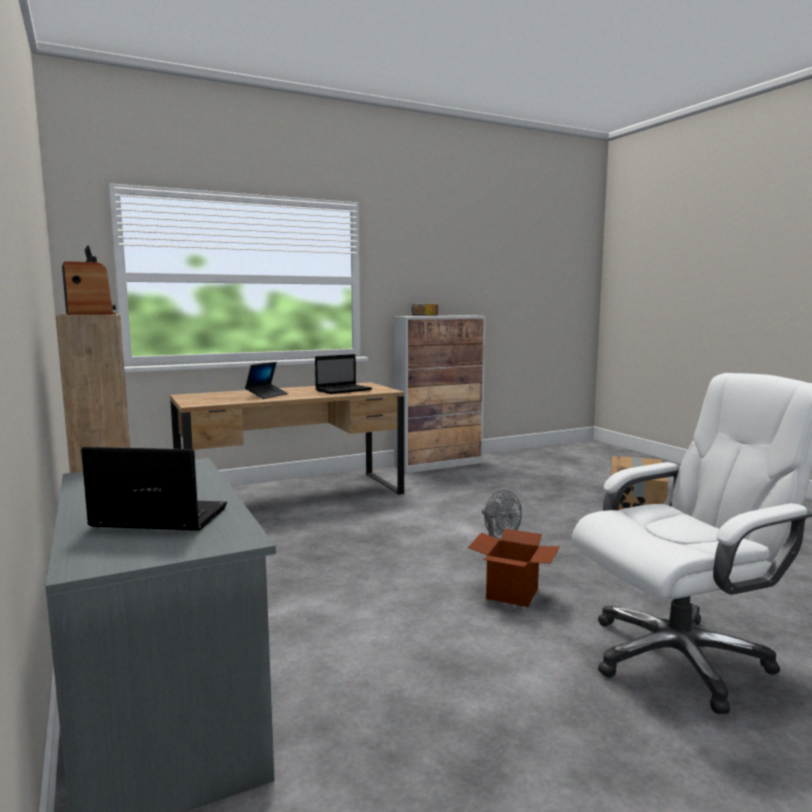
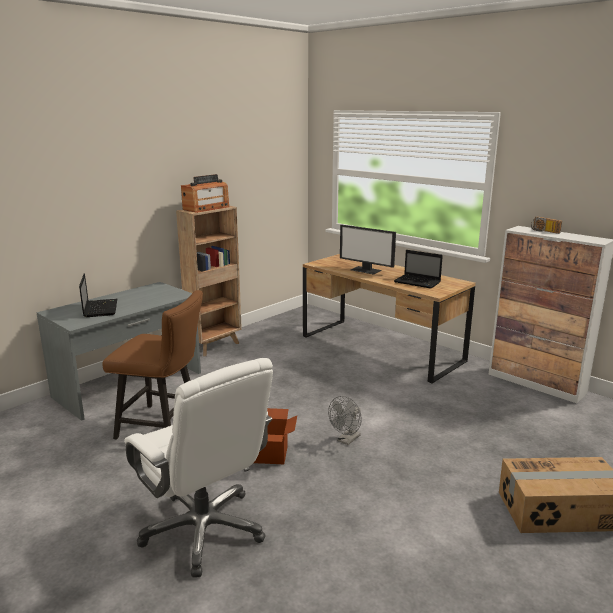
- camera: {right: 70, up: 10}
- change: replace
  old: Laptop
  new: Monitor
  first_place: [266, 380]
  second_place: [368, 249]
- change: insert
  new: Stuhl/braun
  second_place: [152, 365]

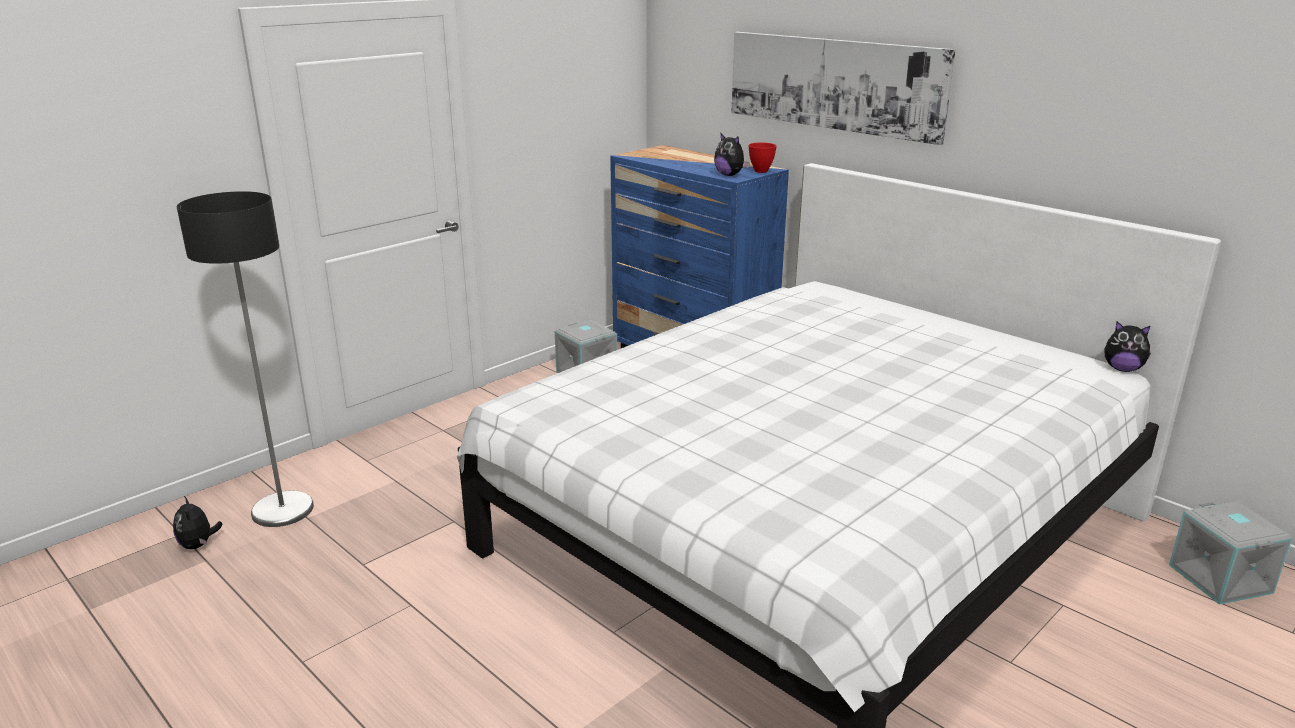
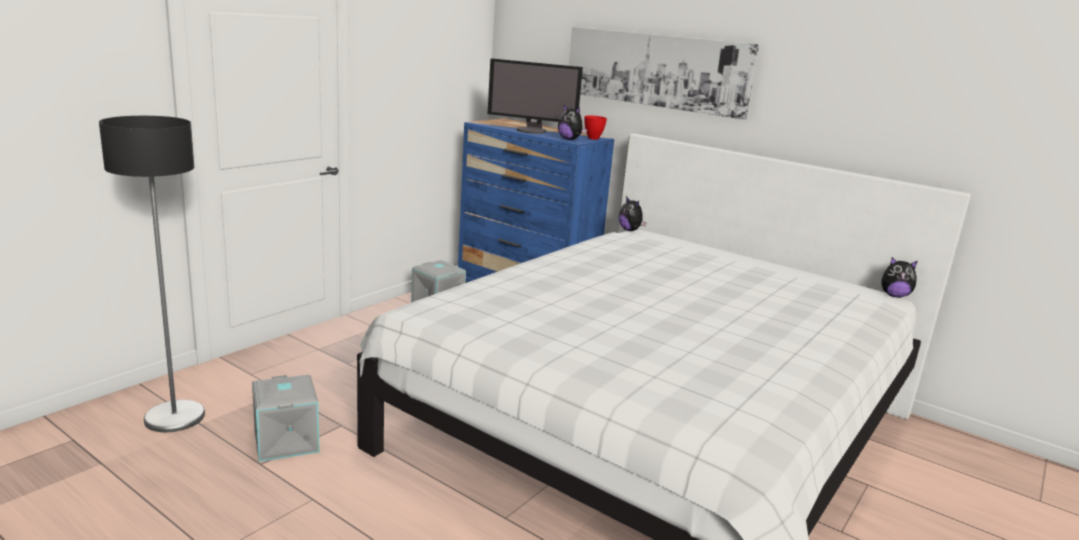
- camera: {right: -10, up: -5}
- change: move
  old: Plüschtier
  first_place: [197, 522]
  second_place: [633, 213]
- change: move
  old: Aufbewahrungsbox/grau
  first_place: [1231, 553]
  second_place: [286, 418]
- change: insert
  new: Monitor
  second_place: [535, 96]

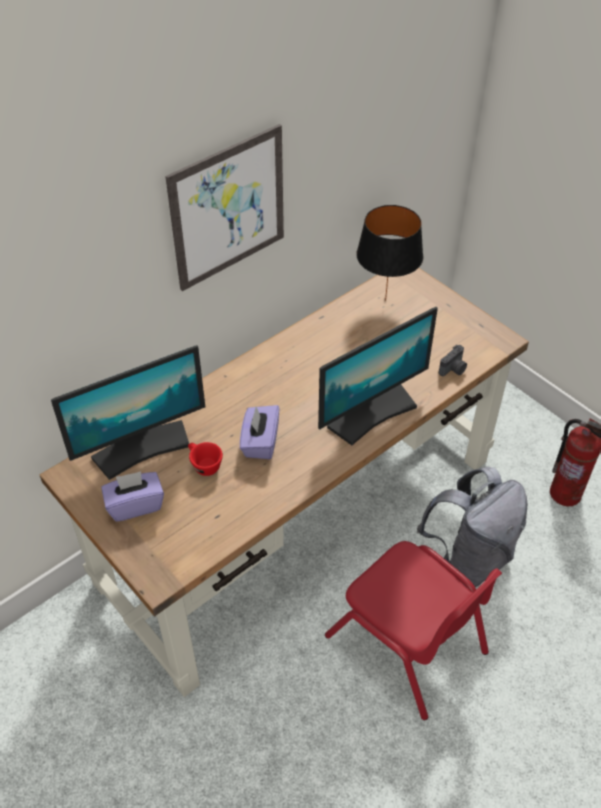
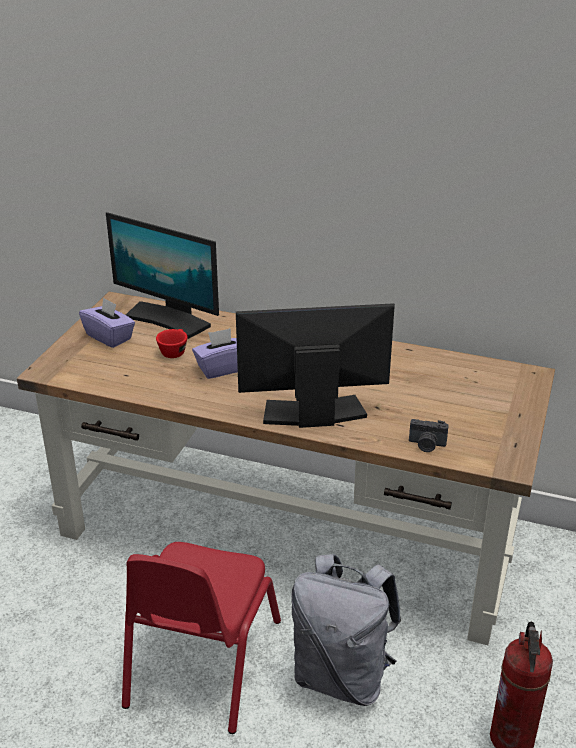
- camera: {right: 60, up: -15}
- change: delete
  old: Bild
  first_place: [224, 207]
- change: rotate
  old: Monitor
  first_place: [378, 376]
  second_place: [315, 365]
  degrees: 150
- change: delete
  old: Tischlampe/schwarz
  first_place: [389, 253]

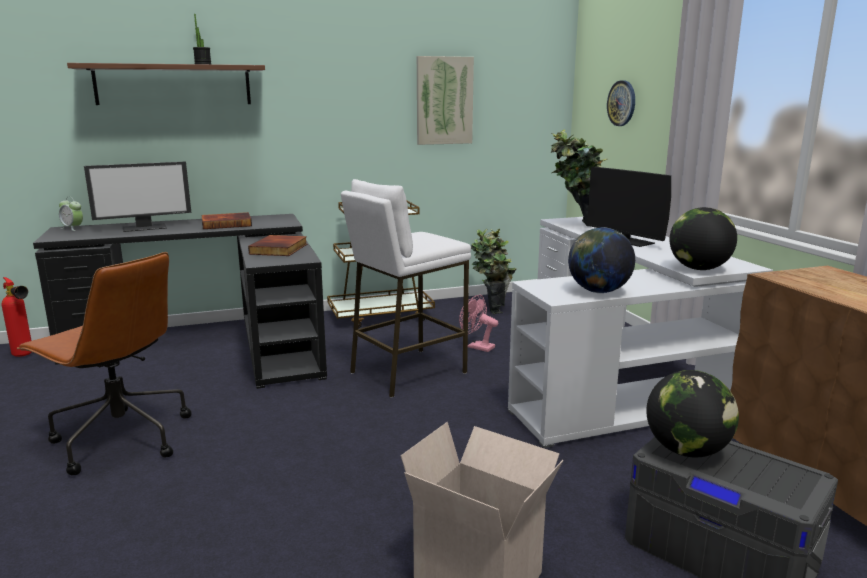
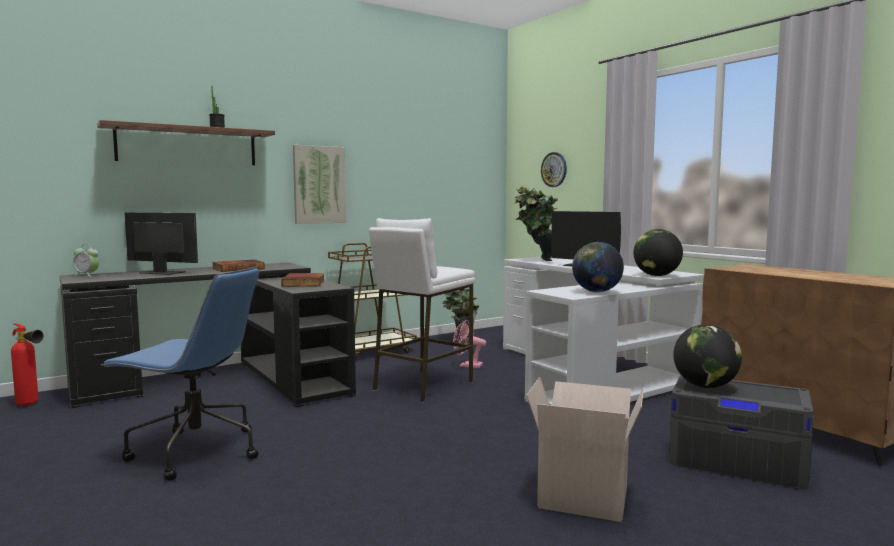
- camera: {right: -15, up: -10}
- change: recolor
  old: Bürostuhl/braun
  new: Bürostuhl/blau
  first_place: [104, 363]
  second_place: [180, 373]
- change: rotate
  old: Monitor
  first_place: [137, 196]
  second_place: [161, 243]
  degrees: -120
- change: move
  old: Bild
  first_place: [445, 100]
  second_place: [319, 184]

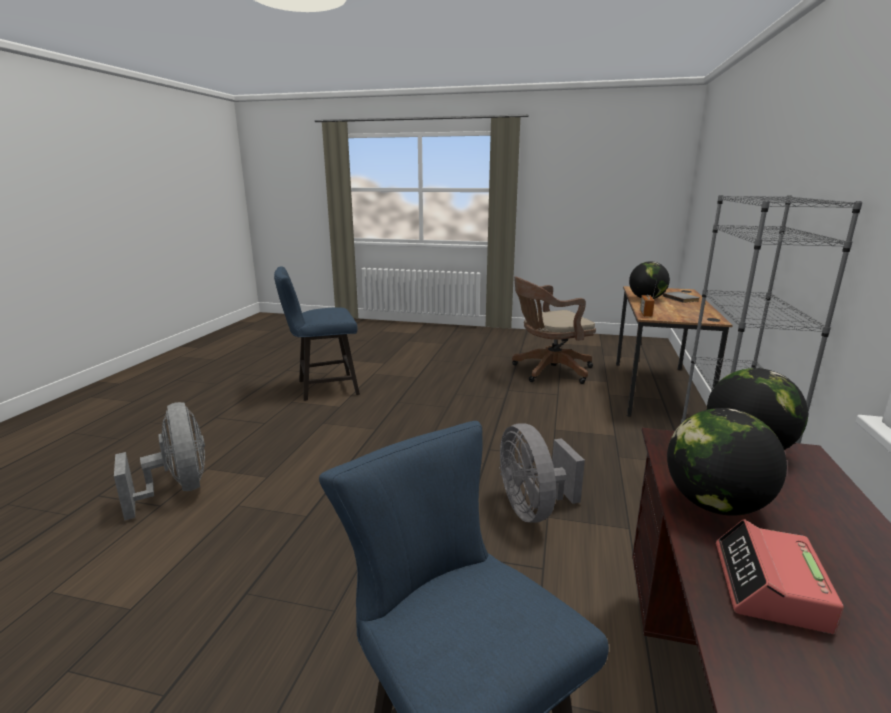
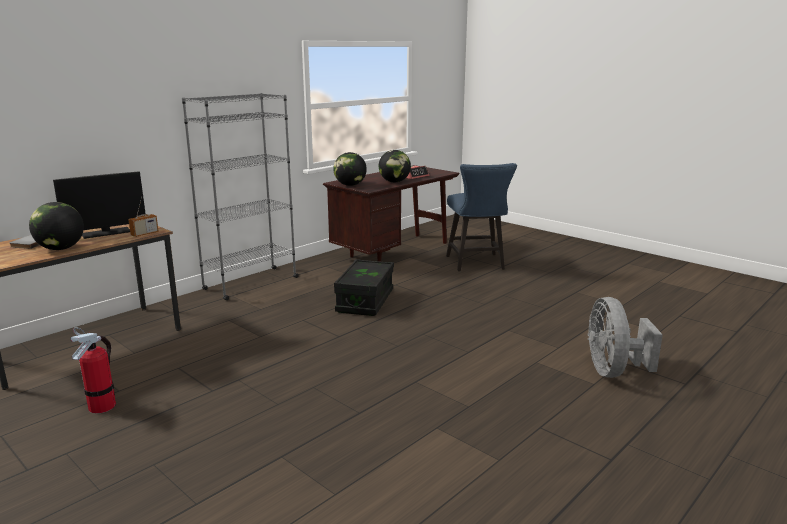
- camera: {right: -150, up: 0}
- change: delete
  old: Stuhl/blau
  first_place: [317, 333]
- change: replace
  old: Ventilator/grau
  new: Aufbewahrungsbox/schwarz
  first_place: [542, 473]
  second_place: [364, 287]
- change: replace
  old: Bürostuhl/braun
  new: Feuerlöscher
  first_place: [554, 330]
  second_place: [93, 370]
- change: insert
  new: Monitor
  second_place: [99, 205]

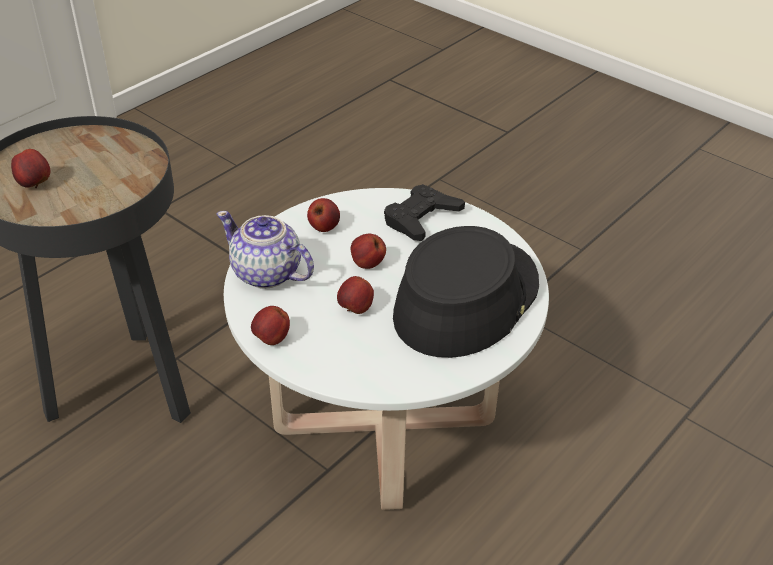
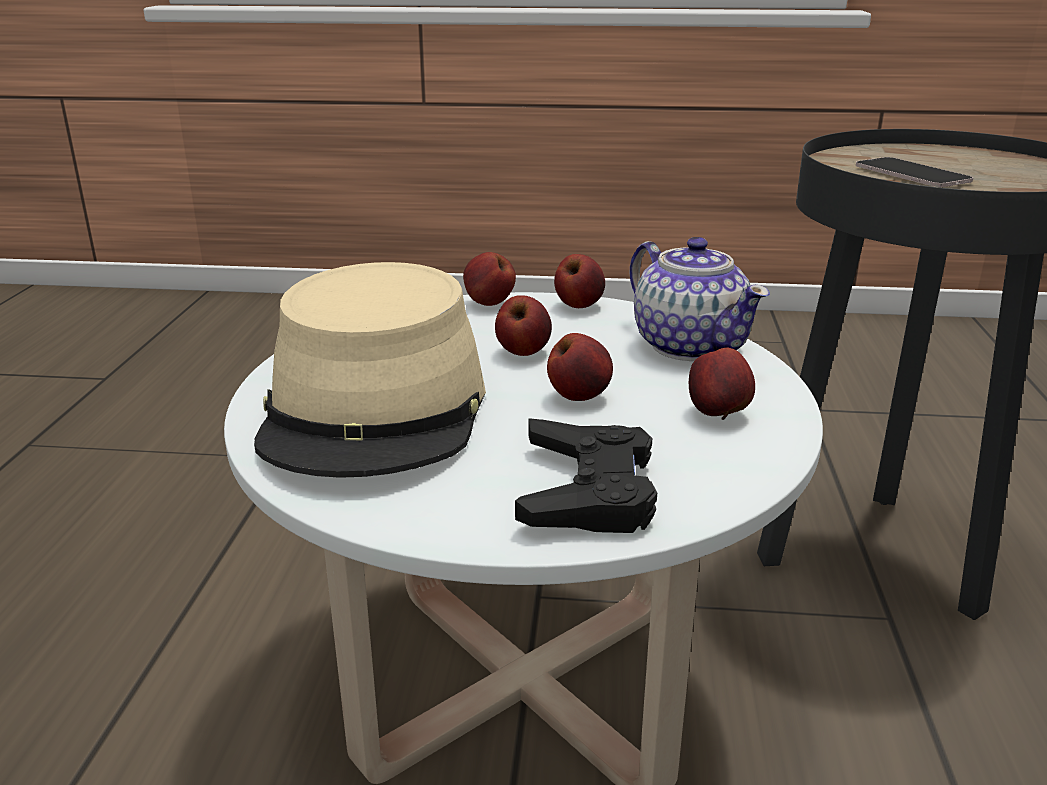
- camera: {right: 145, up: -15}
- change: move
  old: Apfel
  first_place: [31, 168]
  second_place: [489, 279]
- change: rotate
  old: Teekanne
  first_place: [265, 250]
  second_place: [699, 299]
  degrees: 60
- change: recolor
  old: Hut/schwarz
  new: Hut/beige
  first_place: [466, 292]
  second_place: [370, 370]
- change: insert
  new: Handy
  second_place: [914, 172]

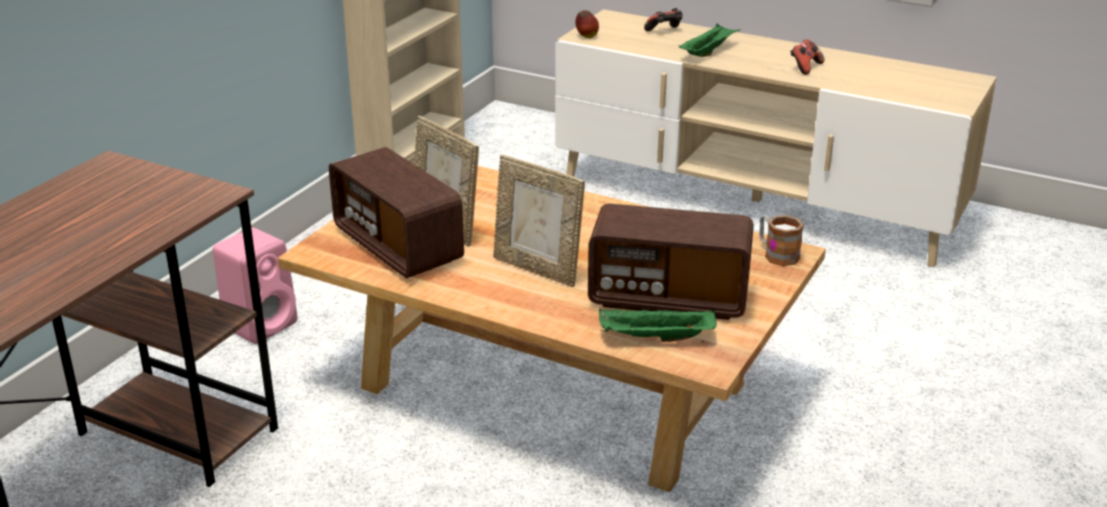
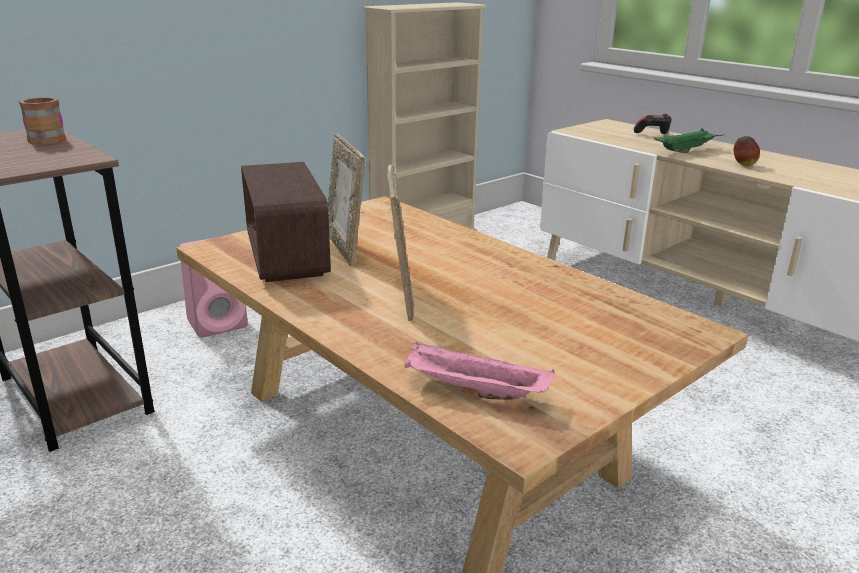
- camera: {right: 20, up: -5}
- change: rotate
  old: Bilderrahmen
  first_place: [539, 220]
  second_place: [400, 242]
  degrees: -150
- change: move
  old: Apfel
  first_place: [587, 24]
  second_place: [746, 151]
- change: delete
  old: Radio
  first_place: [671, 261]
- change: recolor
  old: Tablett/grün
  new: Tablett/rosa
  first_place: [658, 325]
  second_place: [479, 370]
- change: move
  old: Henkelbecher
  first_place: [781, 240]
  second_place: [42, 121]
- change: delete
  old: Gamepad
  first_place: [807, 57]

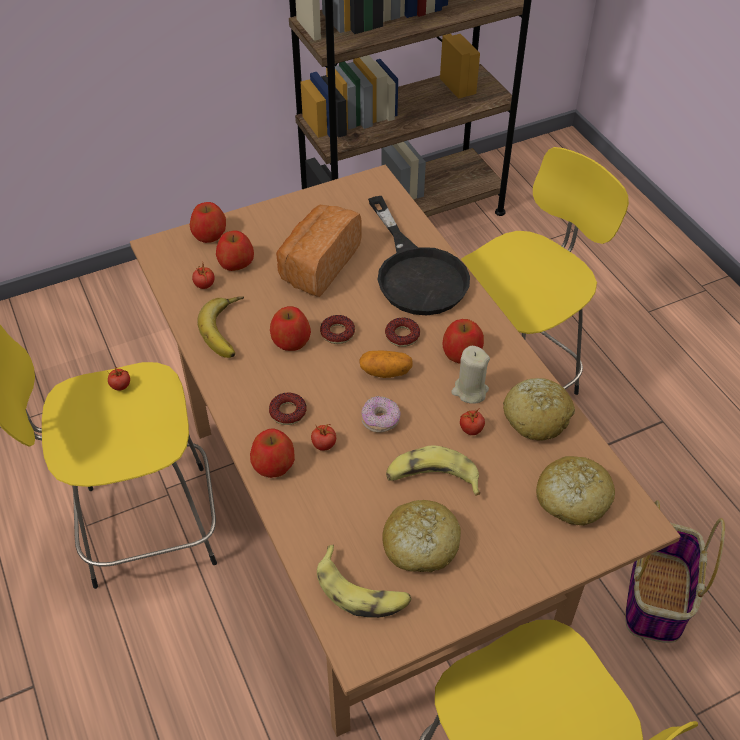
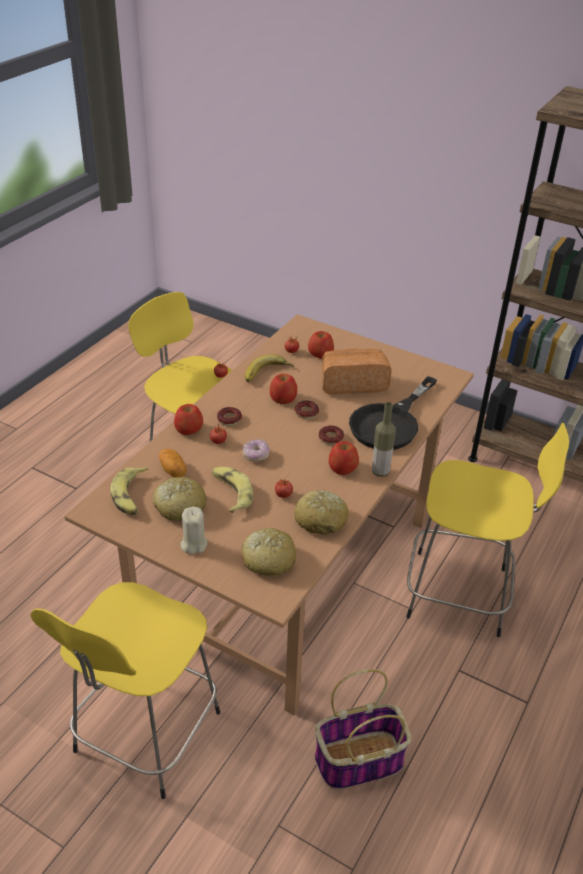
- camera: {right: 55, up: -10}
- change: delete
  old: Apfel
  first_place: [208, 222]
- change: move
  old: Kartoffel
  first_place: [385, 364]
  second_place: [173, 463]
- change: move
  old: Kerze/beige
  first_place: [470, 375]
  second_place: [193, 530]
- change: insert
  new: Flasche
  second_place: [384, 439]

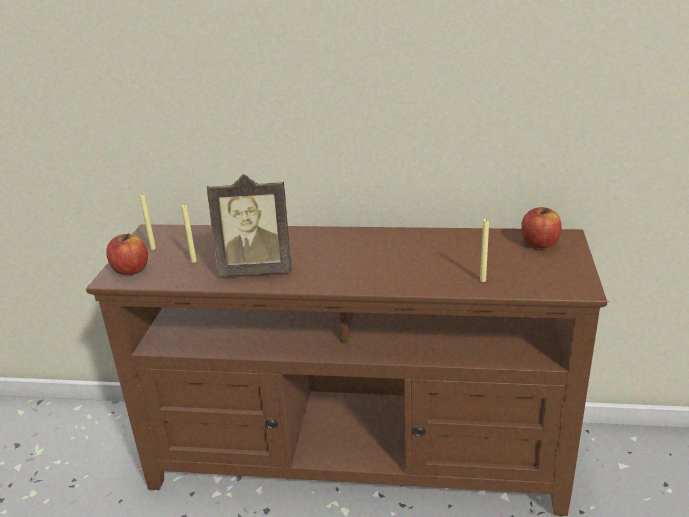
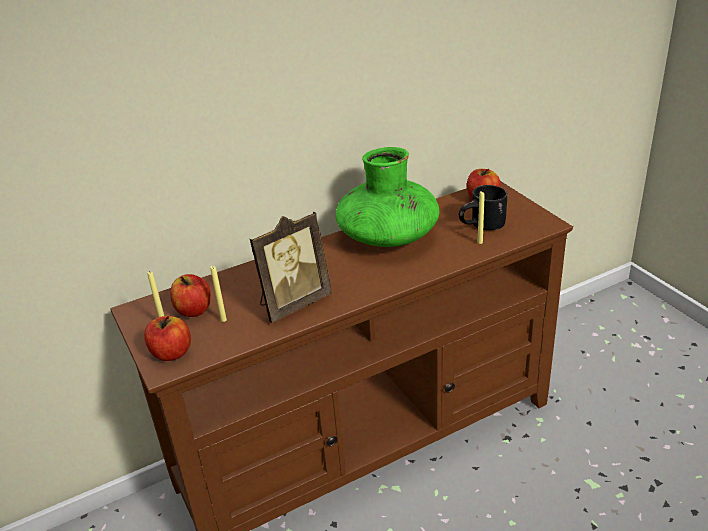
- camera: {right: -35, up: 5}
- change: insert
  new: Apfel
  second_place: [190, 295]
- change: insert
  new: Vase/grün
  second_place: [387, 197]
- change: insert
  new: Henkelbecher/schwarz
  second_place: [483, 207]

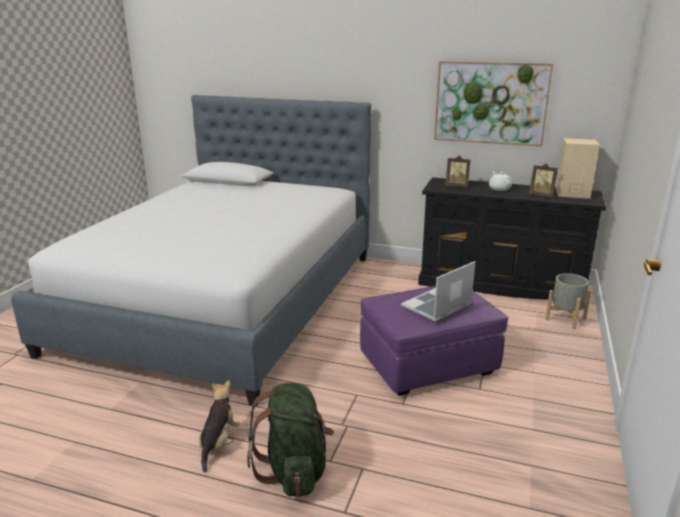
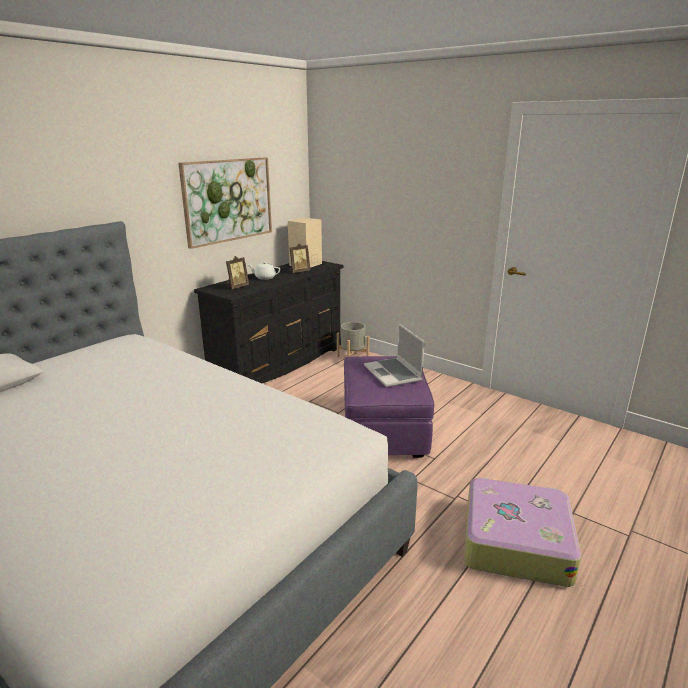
- camera: {right: -70, up: 0}
- change: delete
  old: Plüschtier
  first_place: [219, 426]
- change: replace
  old: Rucksack/grün
  new: Koffer
  first_place: [290, 440]
  second_place: [522, 532]

